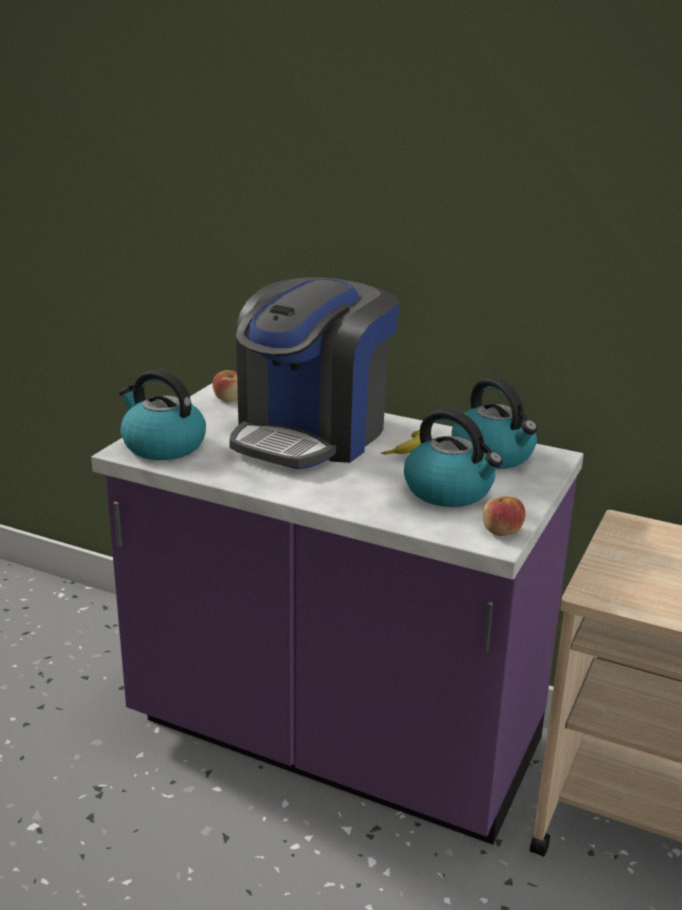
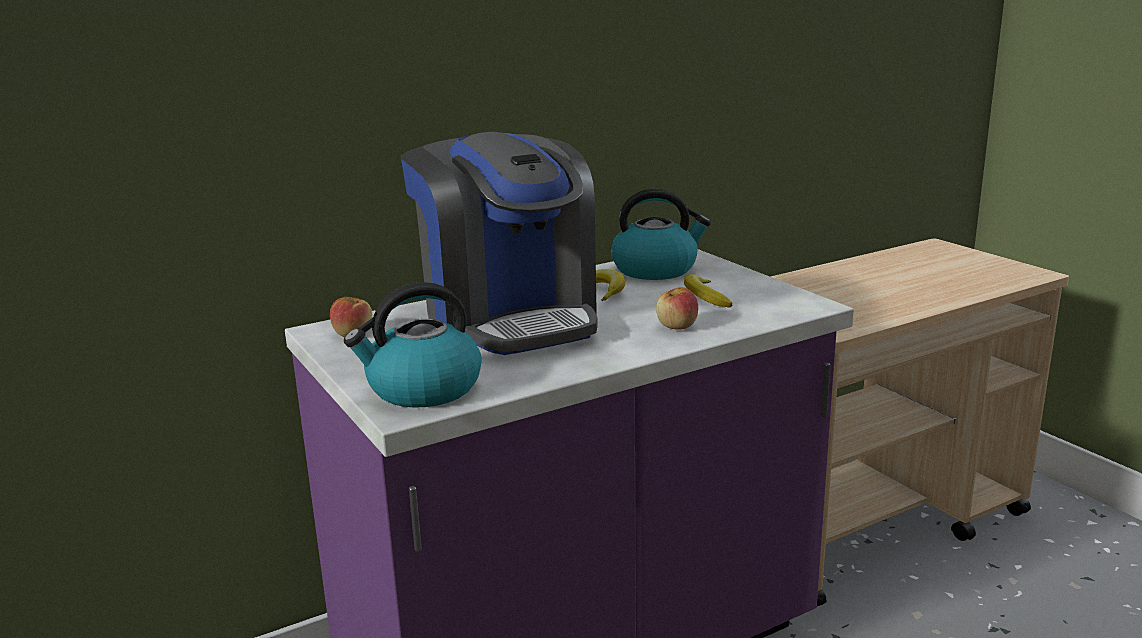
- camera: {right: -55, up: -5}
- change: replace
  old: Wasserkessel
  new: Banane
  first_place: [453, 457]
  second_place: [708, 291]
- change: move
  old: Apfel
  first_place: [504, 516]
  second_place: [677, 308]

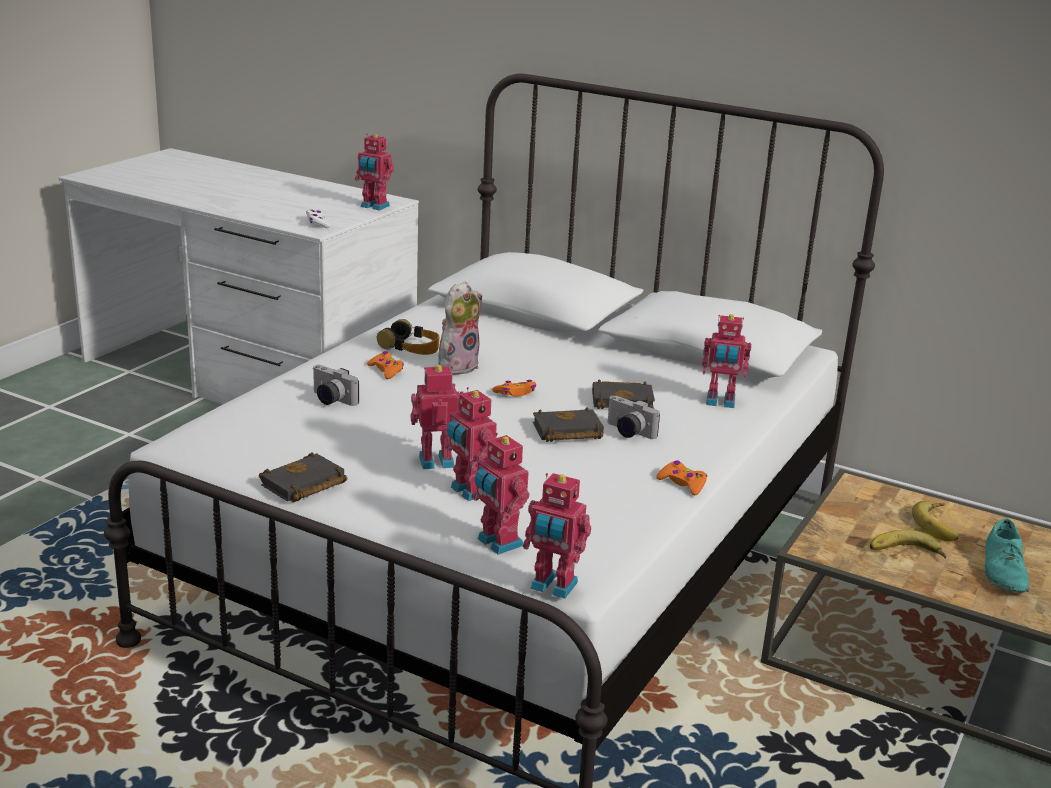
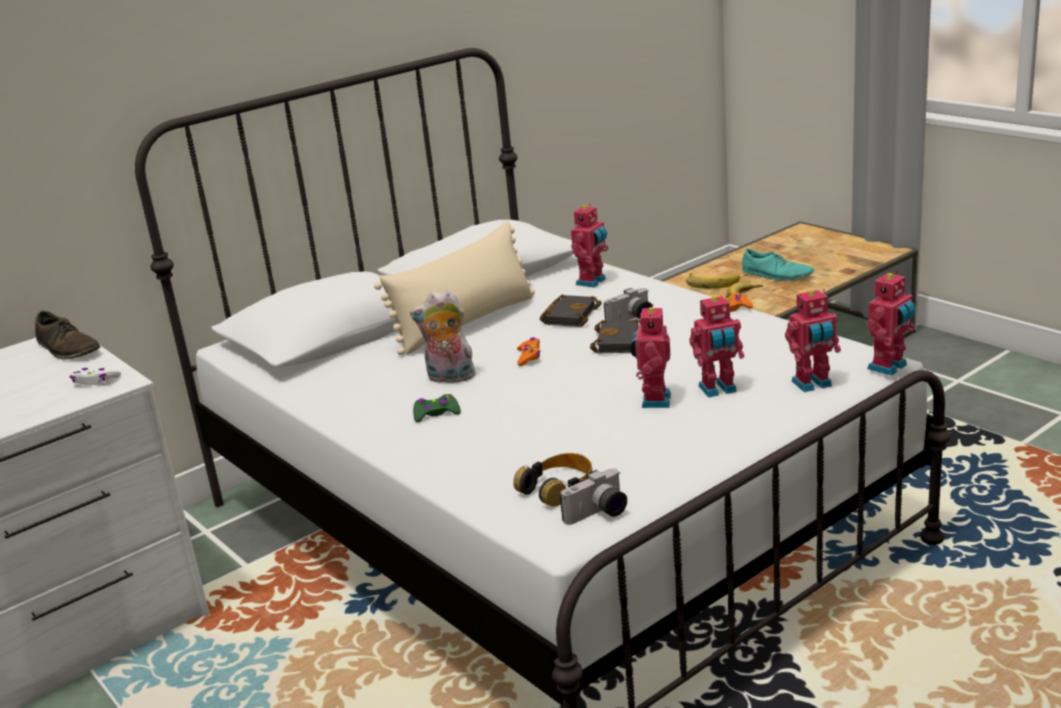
- camera: {right: -65, up: 0}
- change: delete
  old: Buch/schwarz
  first_place: [303, 478]
- change: move
  old: Kamera
  first_place: [335, 385]
  second_place: [593, 497]
- change: replace
  old: Spielzeugroboter
  new: Schuh/braun
  first_place: [374, 172]
  second_place: [67, 335]
- change: recolor
  old: Gamepad/orange
  new: Gamepad/grün
  first_place: [385, 365]
  second_place: [437, 408]
- change: move
  old: Kopfhörer
  first_place: [408, 337]
  second_place: [552, 480]
- change: rotate
  old: Plüschtier
  first_place: [460, 328]
  second_place: [443, 336]
  degrees: -60
- change: insert
  new: Kissen/beige
  second_place: [454, 288]

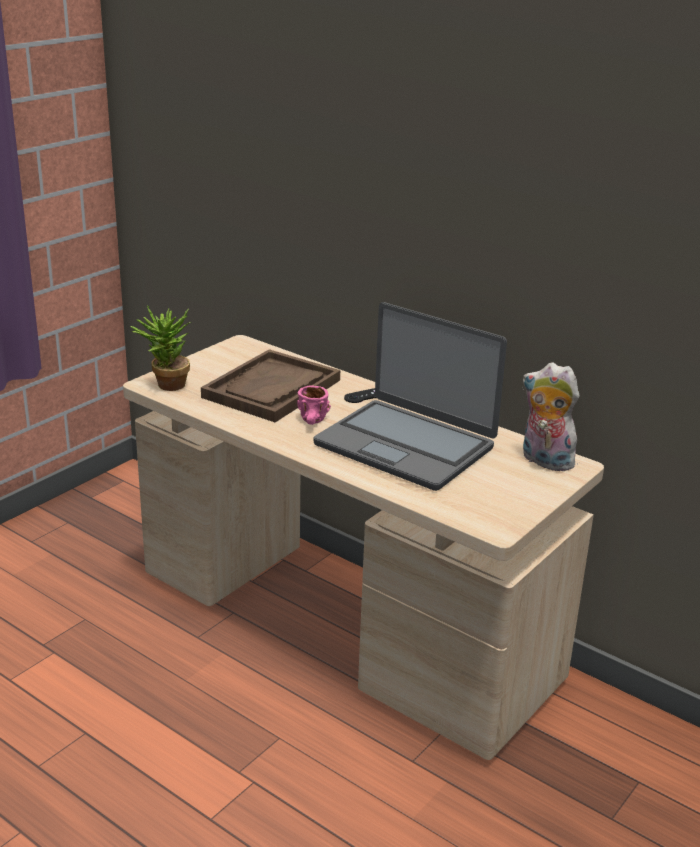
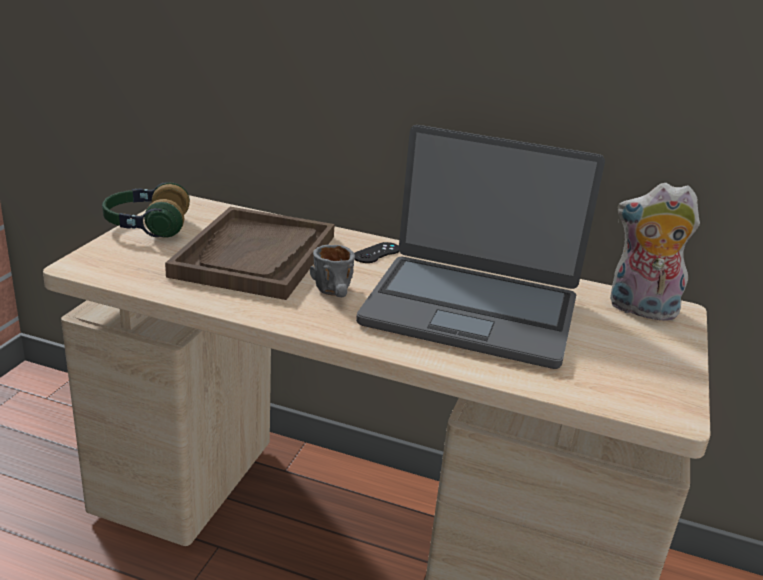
- camera: {right: -20, up: 0}
- change: delete
  old: Topfpflanze
  first_place: [161, 348]
- change: recolor
  old: Henkelbecher/rosa
  new: Henkelbecher/grau
  first_place: [314, 405]
  second_place: [332, 271]
- change: insert
  new: Kopfhörer
  second_place: [146, 210]

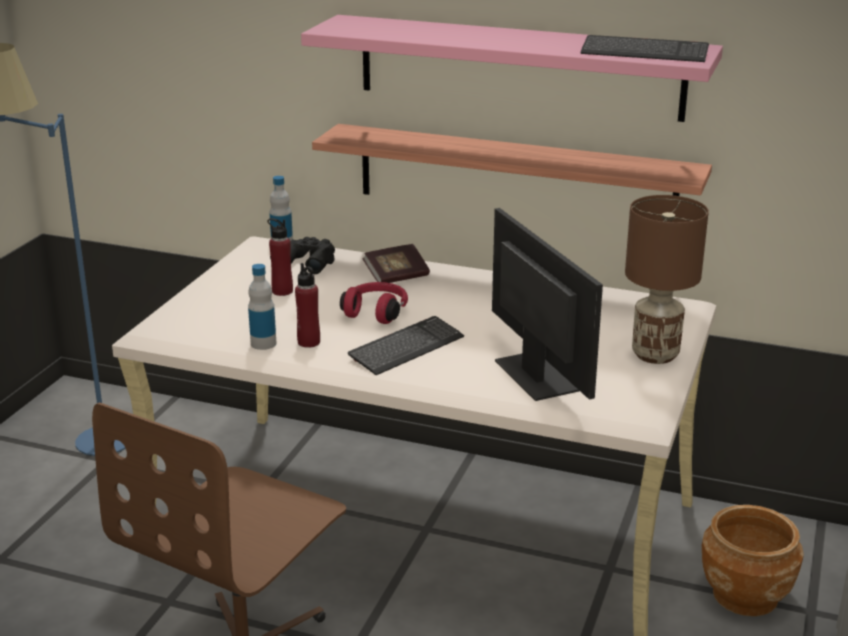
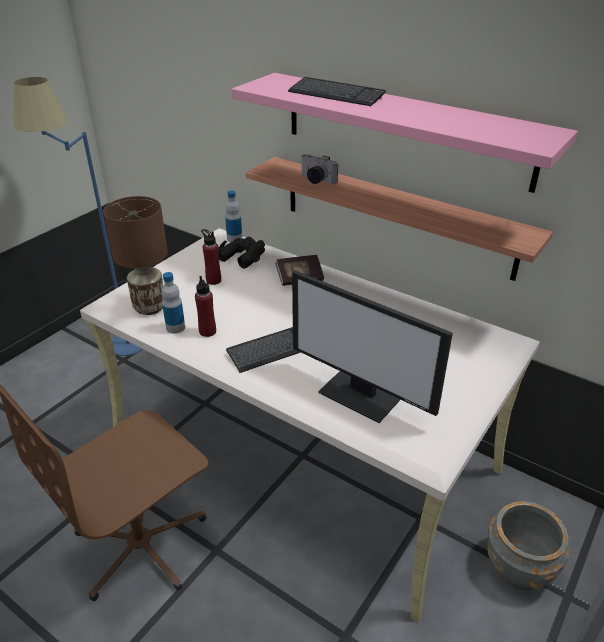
- camera: {right: 15, up: 10}
- change: delete
  old: Kopfhörer/rot
  first_place: [374, 303]
- change: rotate
  old: Monitor
  first_place: [547, 304]
  second_place: [372, 347]
  degrees: 135
- change: move
  old: Tastatur
  first_place: [644, 48]
  second_place: [337, 91]
- change: move
  old: Tischlampe/braun
  first_place: [667, 279]
  second_place: [135, 255]
- change: recolor
  old: Pflanzkübel/braun
  new: Pflanzkübel/grau
  first_place: [753, 560]
  second_place: [528, 545]
- change: insert
  new: Kamera
  second_place: [319, 169]

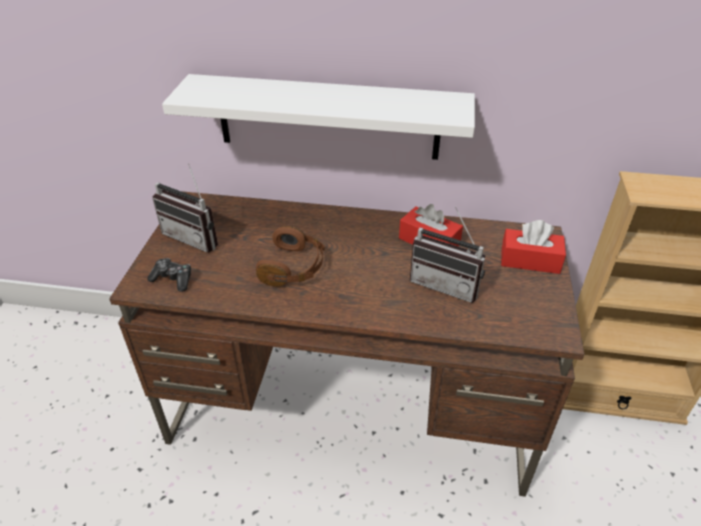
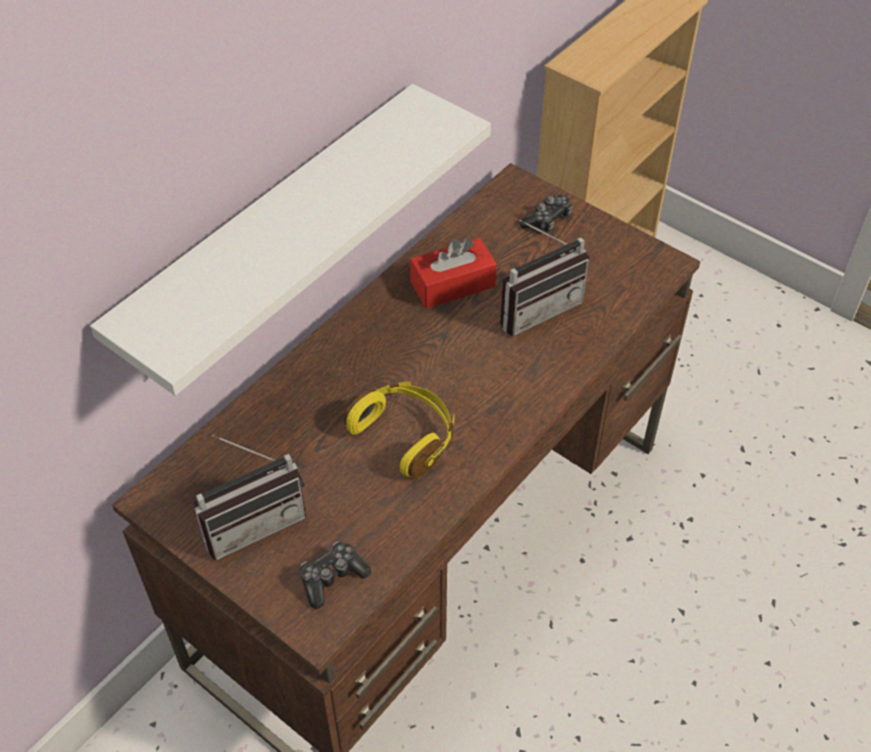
- camera: {right: -60, up: 10}
- change: recolor
  old: Kopfhörer/braun
  new: Kopfhörer/gelb
  first_place: [290, 256]
  second_place: [399, 430]
- change: replace
  old: Taschentuchbox/rot
  new: Gamepad
  first_place: [533, 247]
  second_place: [546, 213]

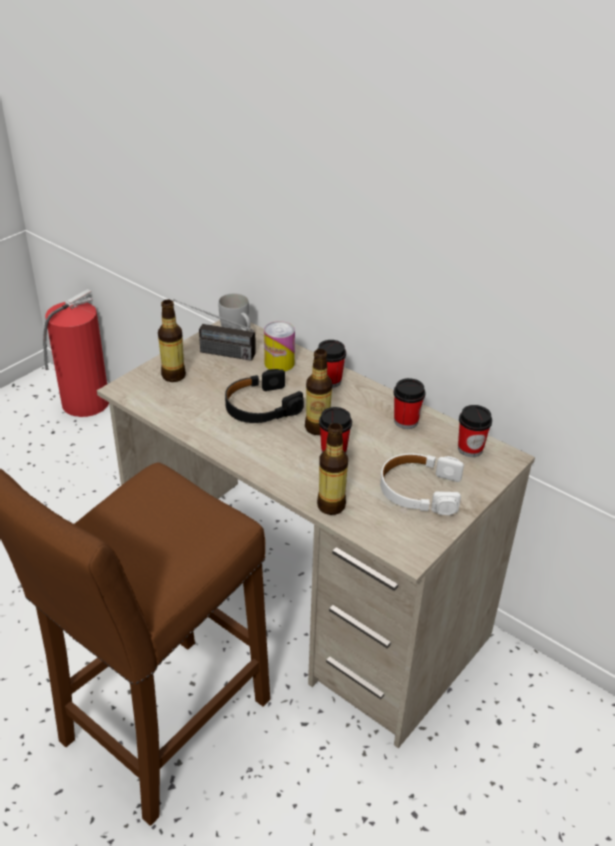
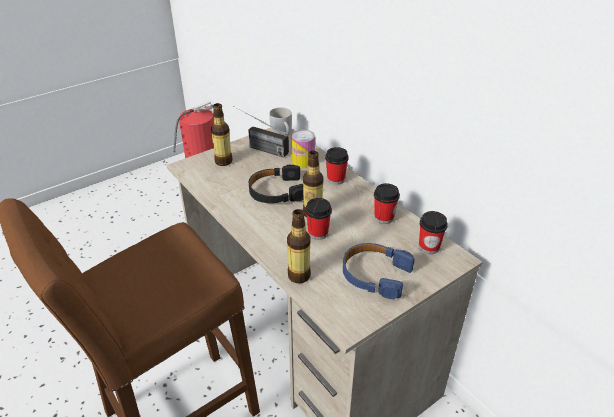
- camera: {right: 15, up: 0}
- change: recolor
  old: Kopfhörer/weiß
  new: Kopfhörer/blau
  first_place: [422, 484]
  second_place: [379, 271]

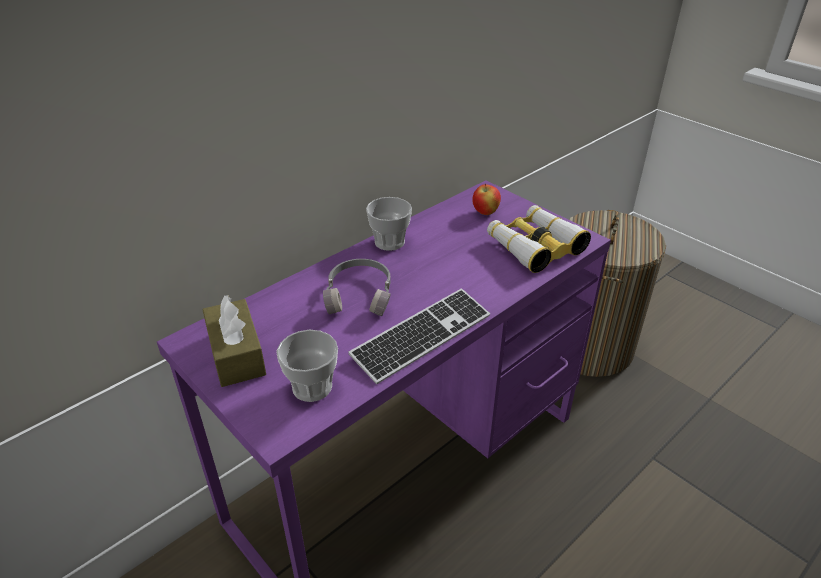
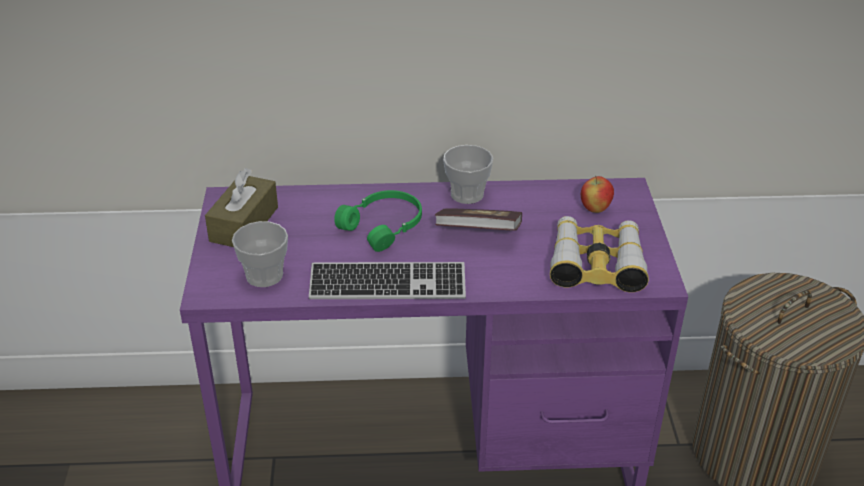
- camera: {right: 40, up: 0}
- change: recolor
  old: Kopfhörer/grau
  new: Kopfhörer/grün
  first_place: [357, 287]
  second_place: [378, 221]
- change: insert
  new: Buch
  second_place: [478, 219]

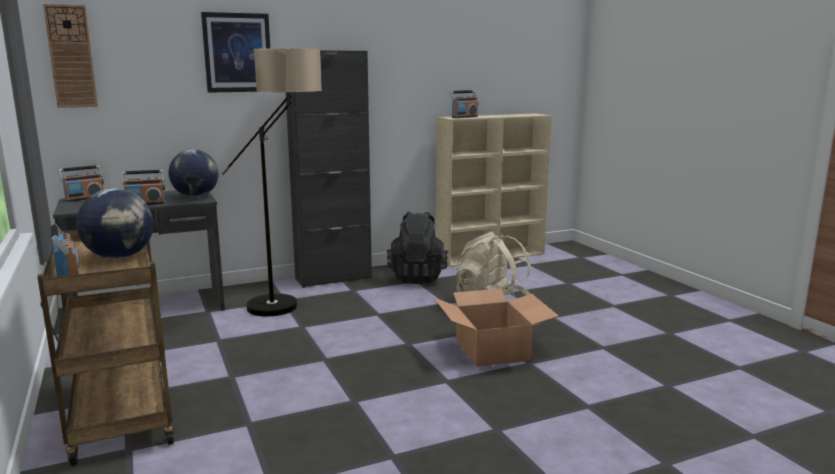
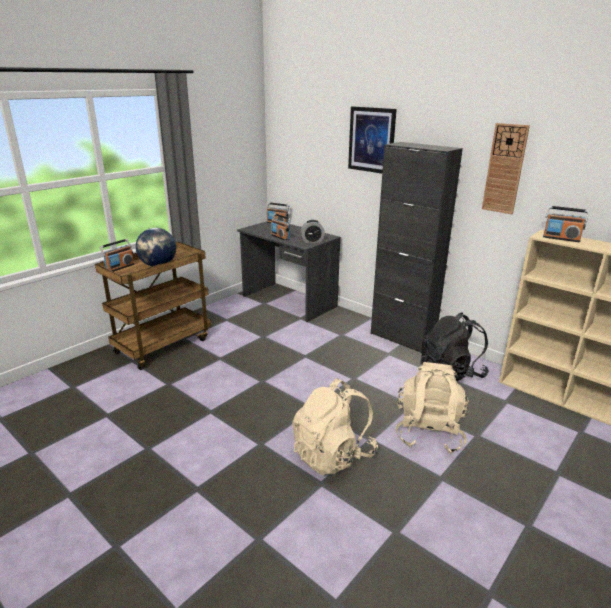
- camera: {right: 65, up: 10}
- change: move
  old: Wanduhr
  first_place: [70, 56]
  second_place: [506, 168]
- change: replace
  old: Globus
  new: Wecker
  first_place: [194, 173]
  second_place: [312, 231]
- change: delete
  old: Stehlampe
  first_place: [272, 182]
- change: replace
  old: Karton
  new: Rucksack/beige
  first_place: [496, 327]
  second_place: [335, 426]

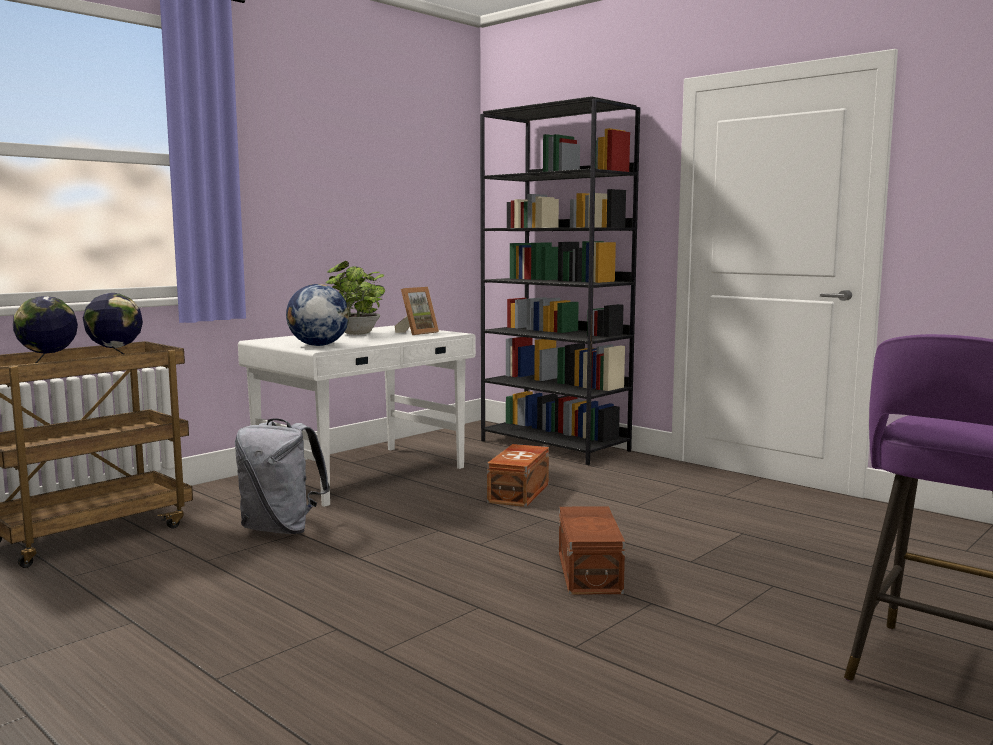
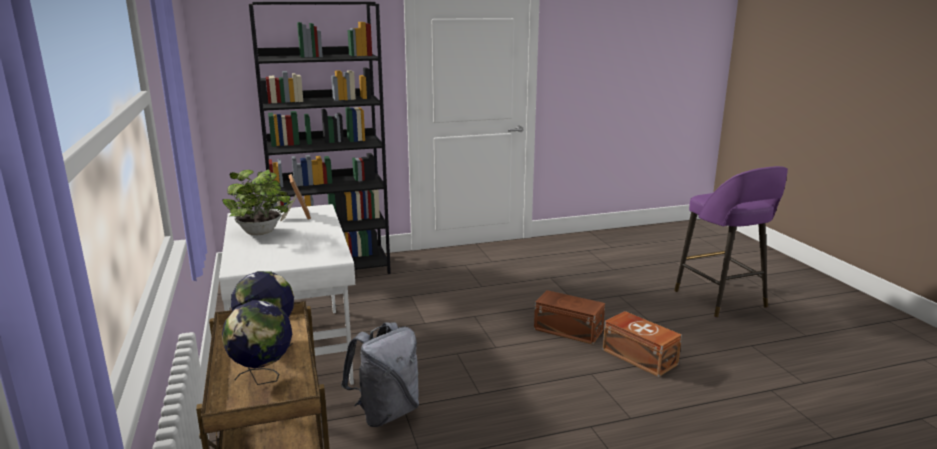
- camera: {right: -60, up: 10}
- change: delete
  old: Globus
  first_place: [317, 315]
- change: move
  old: Aufbewahrungsbox/braun
  first_place: [518, 475]
  second_place: [642, 344]

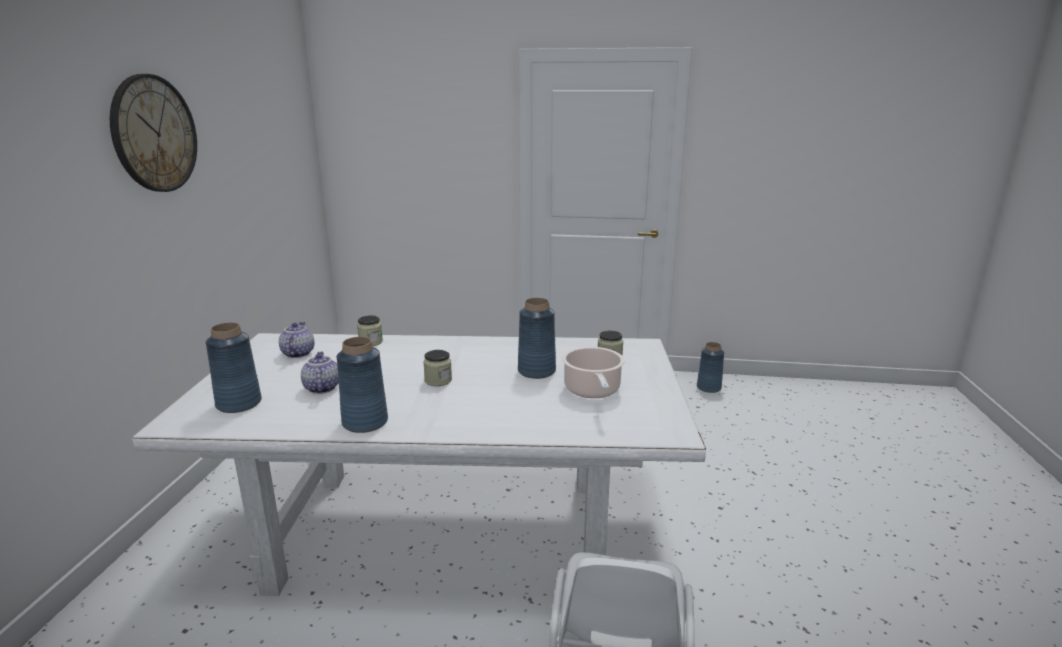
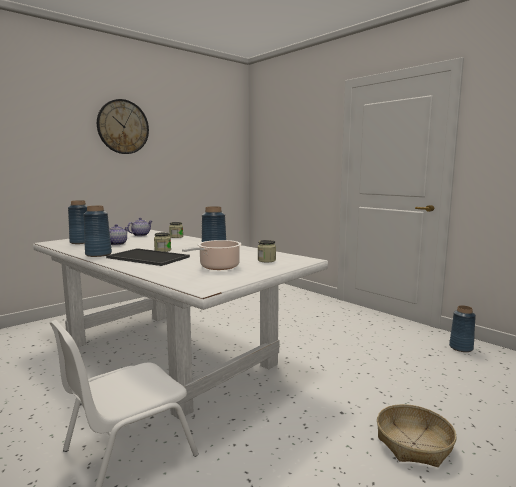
- camera: {right: 40, up: -10}
- change: insert
  new: Tablett
  second_place: [148, 257]
- change: insert
  new: Korb
  second_place: [417, 435]

